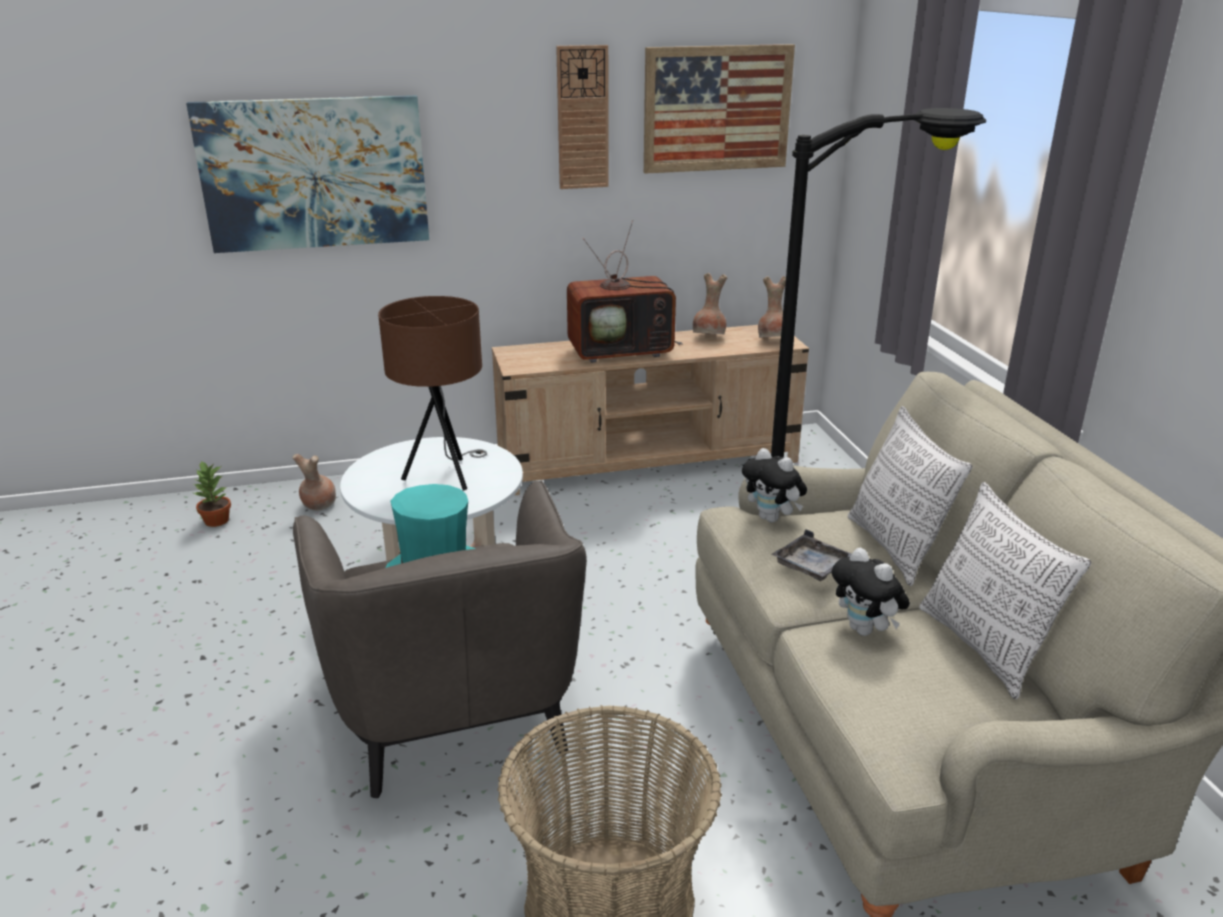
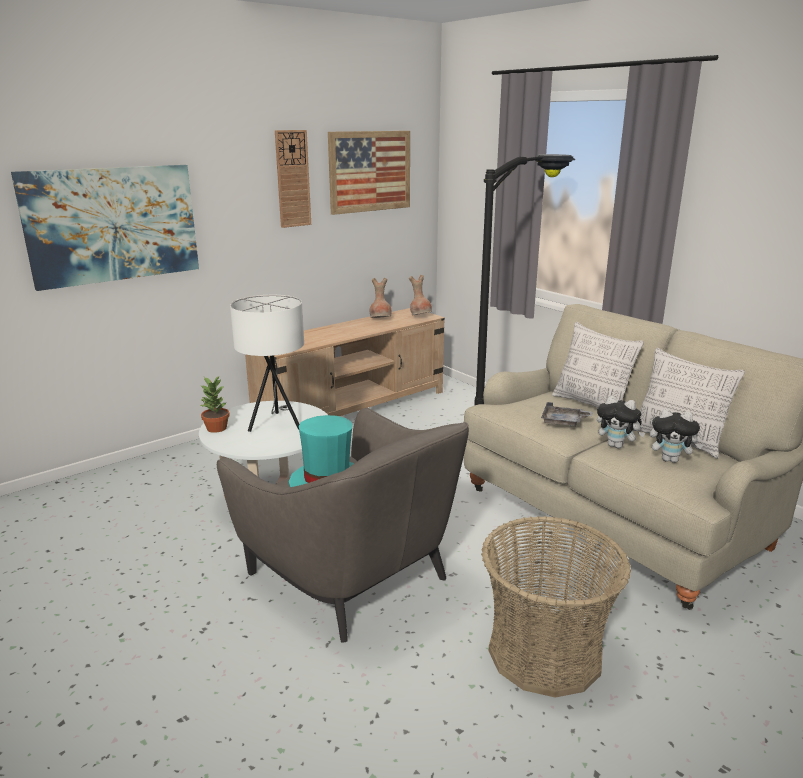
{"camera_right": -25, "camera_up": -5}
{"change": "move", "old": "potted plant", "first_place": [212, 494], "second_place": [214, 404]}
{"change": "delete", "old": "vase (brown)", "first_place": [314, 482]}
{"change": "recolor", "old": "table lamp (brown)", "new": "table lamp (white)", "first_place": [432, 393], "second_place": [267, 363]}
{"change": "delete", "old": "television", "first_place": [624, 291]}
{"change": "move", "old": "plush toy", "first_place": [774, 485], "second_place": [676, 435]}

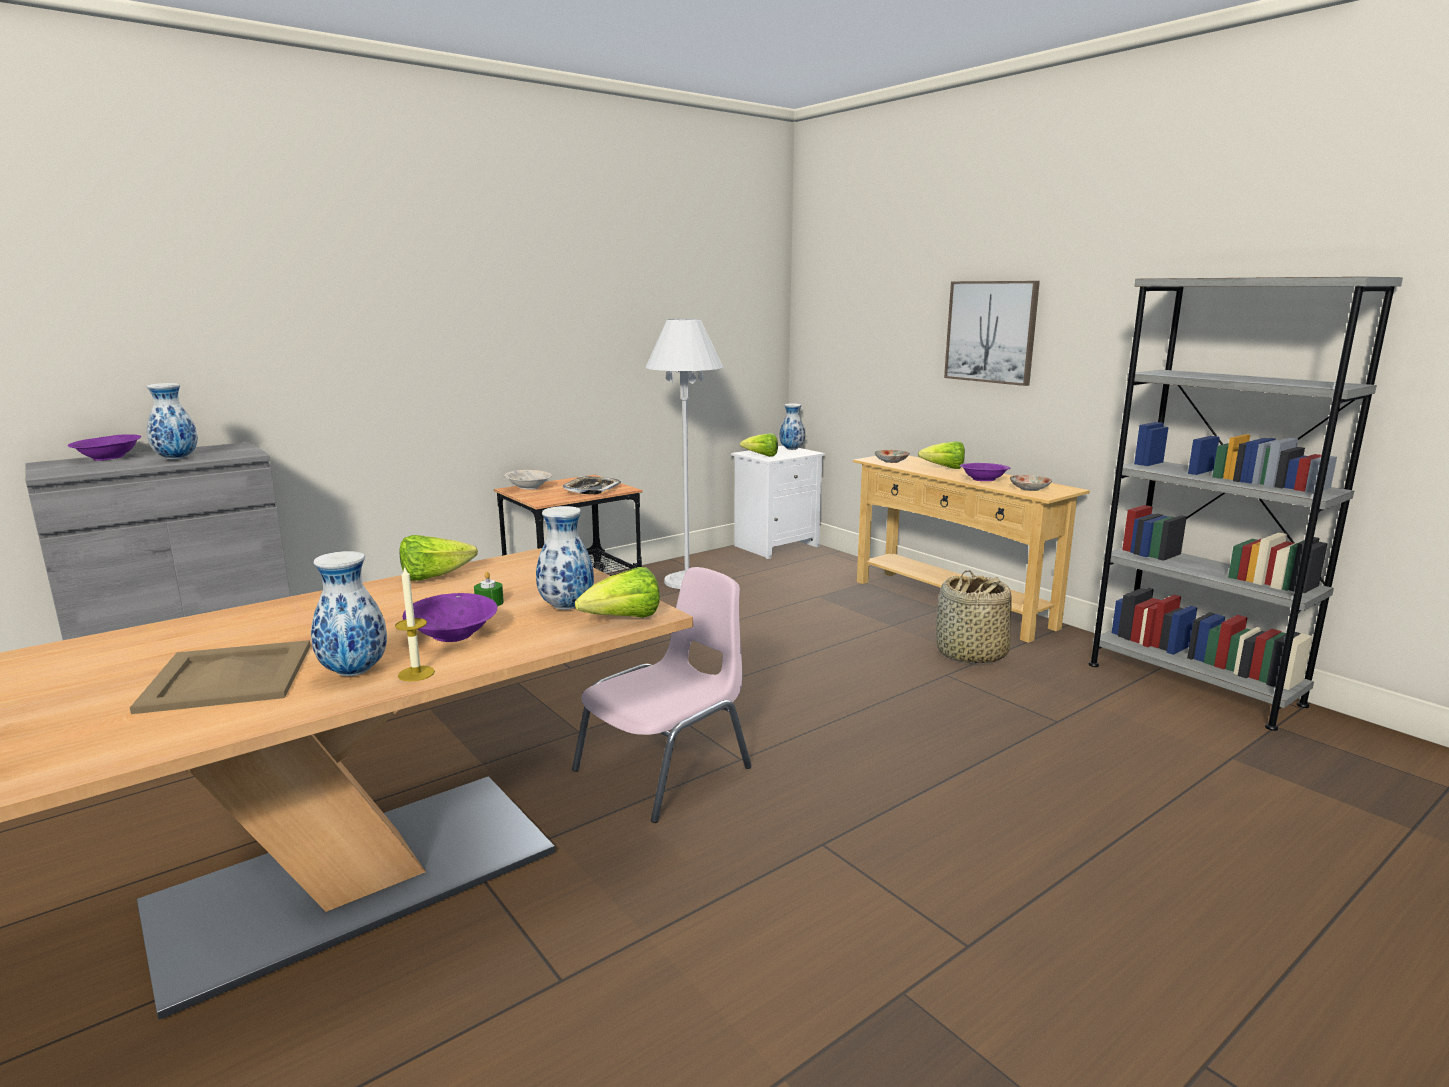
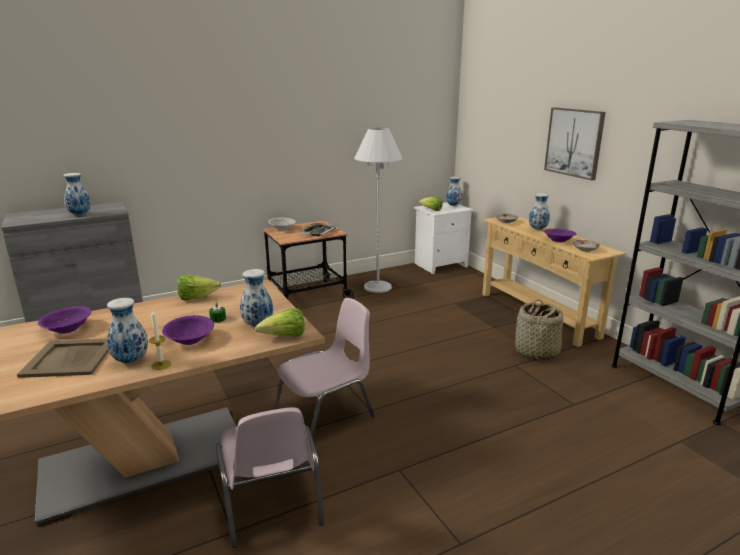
{"camera_right": 10, "camera_up": 5}
{"change": "move", "old": "bowl (purple)", "first_place": [104, 447], "second_place": [64, 320]}
{"change": "replace", "old": "lettuce", "new": "vase", "first_place": [941, 455], "second_place": [539, 211]}
{"change": "insert", "new": "chair (pink)", "second_place": [270, 478]}

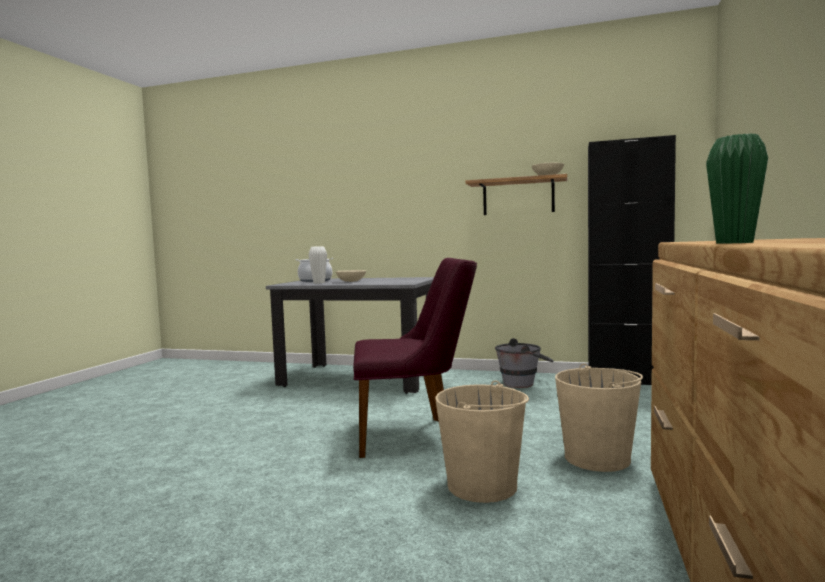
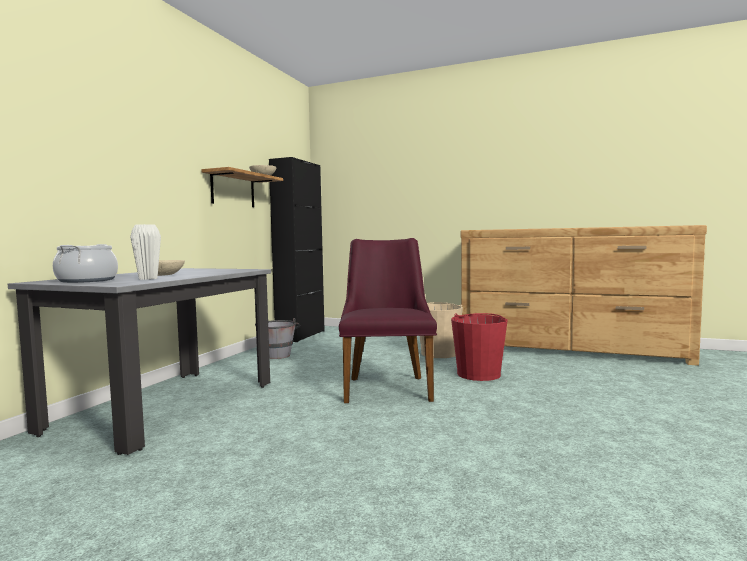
{"camera_right": -85, "camera_up": 0}
{"change": "recolor", "old": "bucket (beige)", "new": "bucket (red)", "first_place": [482, 441], "second_place": [479, 347]}
{"change": "delete", "old": "vase (green)", "first_place": [737, 188]}

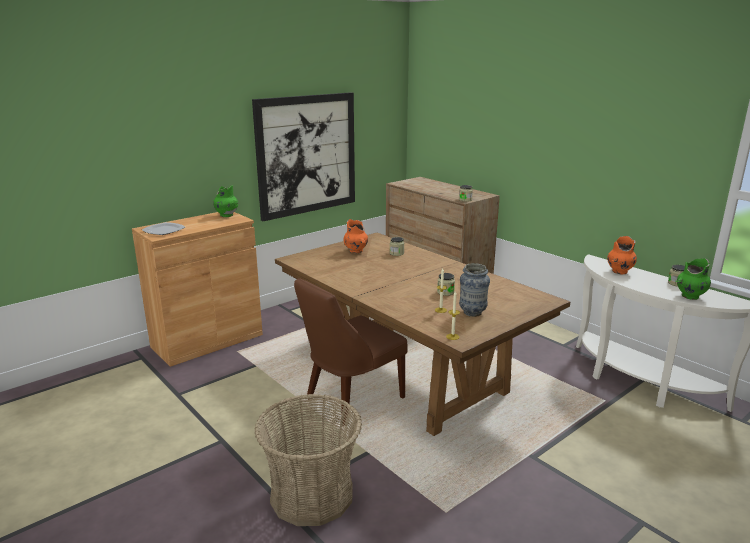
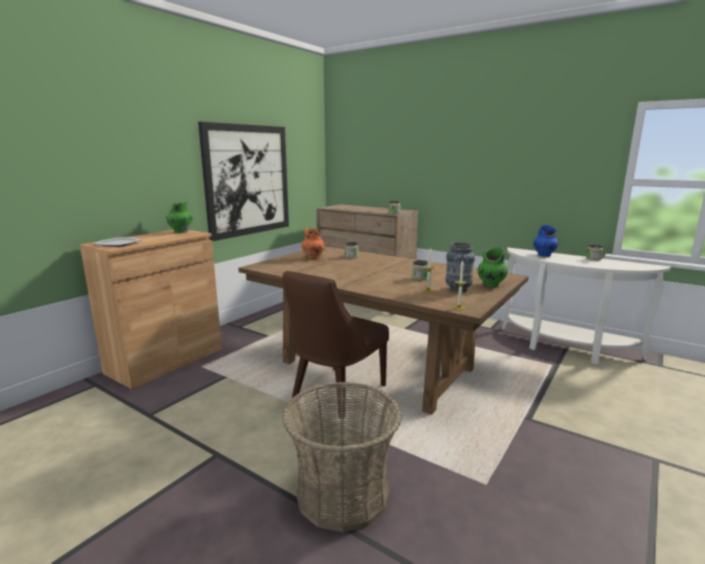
{"camera_right": -15, "camera_up": -5}
{"change": "recolor", "old": "vase (orange)", "new": "vase (blue)", "first_place": [622, 255], "second_place": [545, 241]}
{"change": "move", "old": "vase (green)", "first_place": [693, 279], "second_place": [492, 267]}

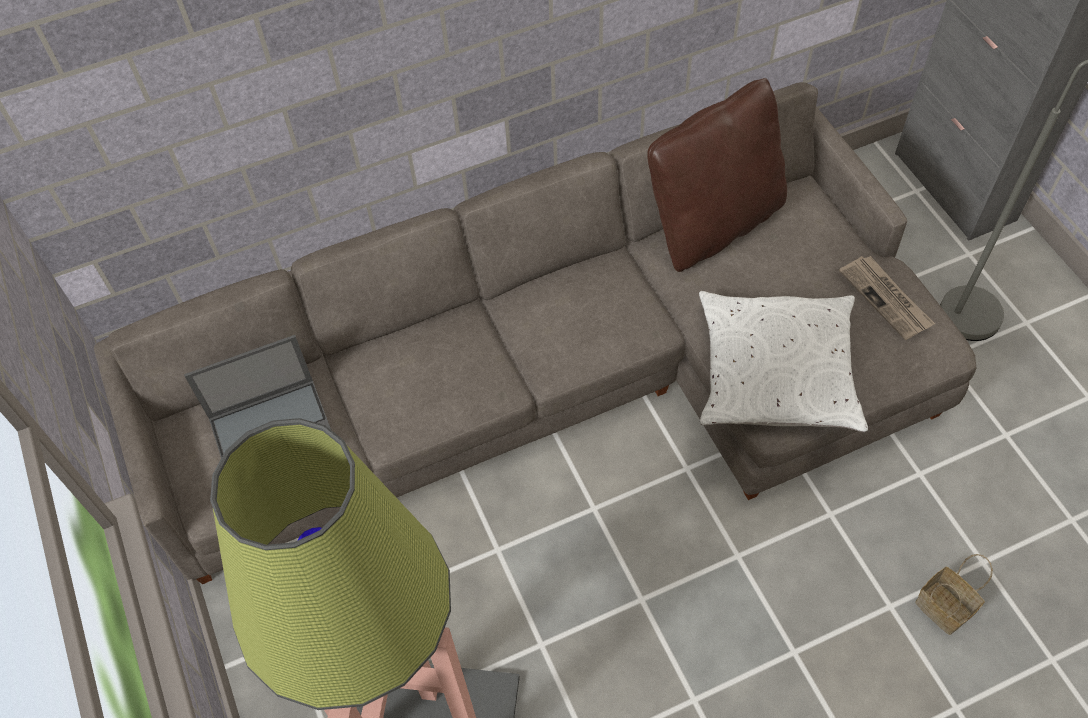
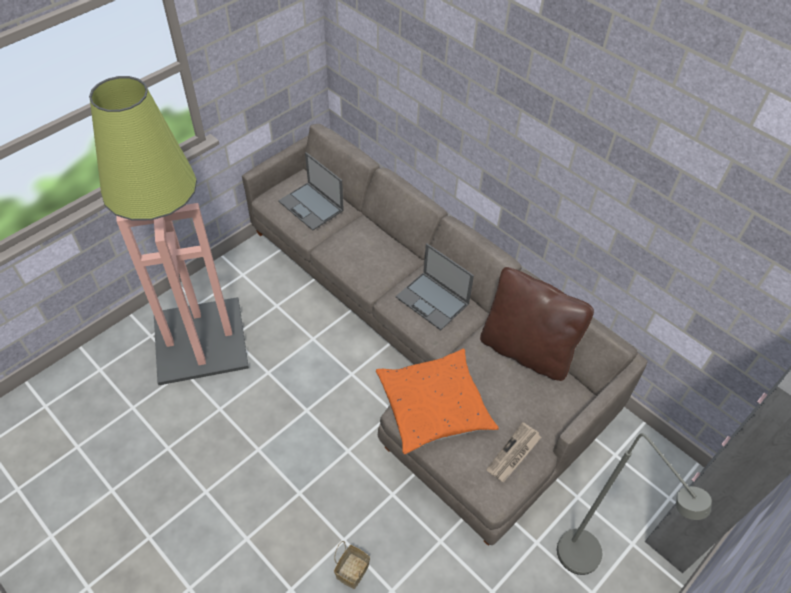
{"camera_right": 65, "camera_up": -5}
{"change": "recolor", "old": "pillow (white)", "new": "pillow (orange)", "first_place": [783, 361], "second_place": [437, 401]}
{"change": "insert", "new": "laptop", "second_place": [435, 286]}

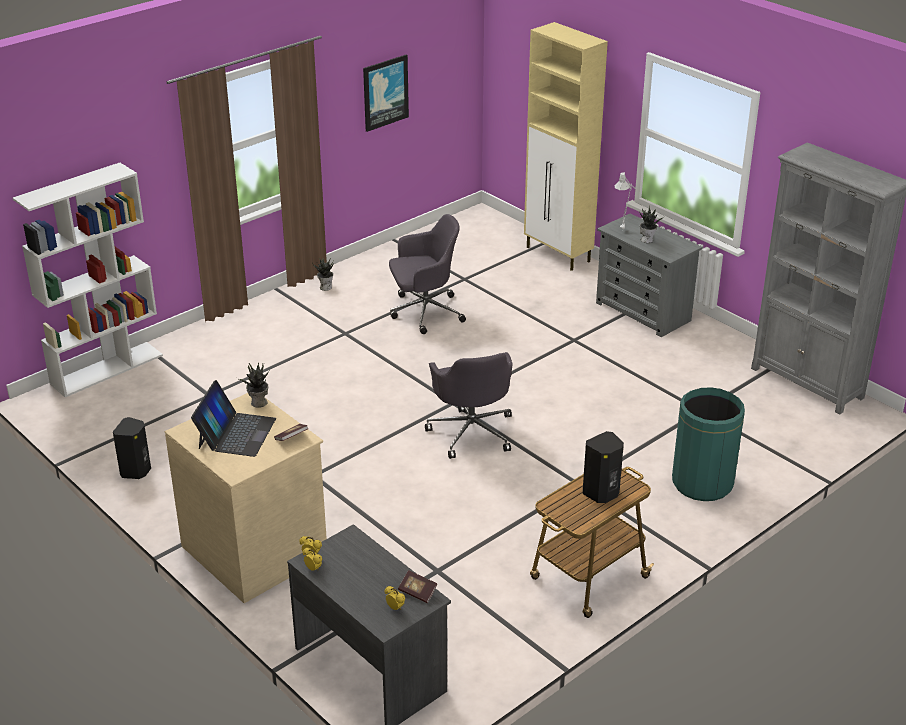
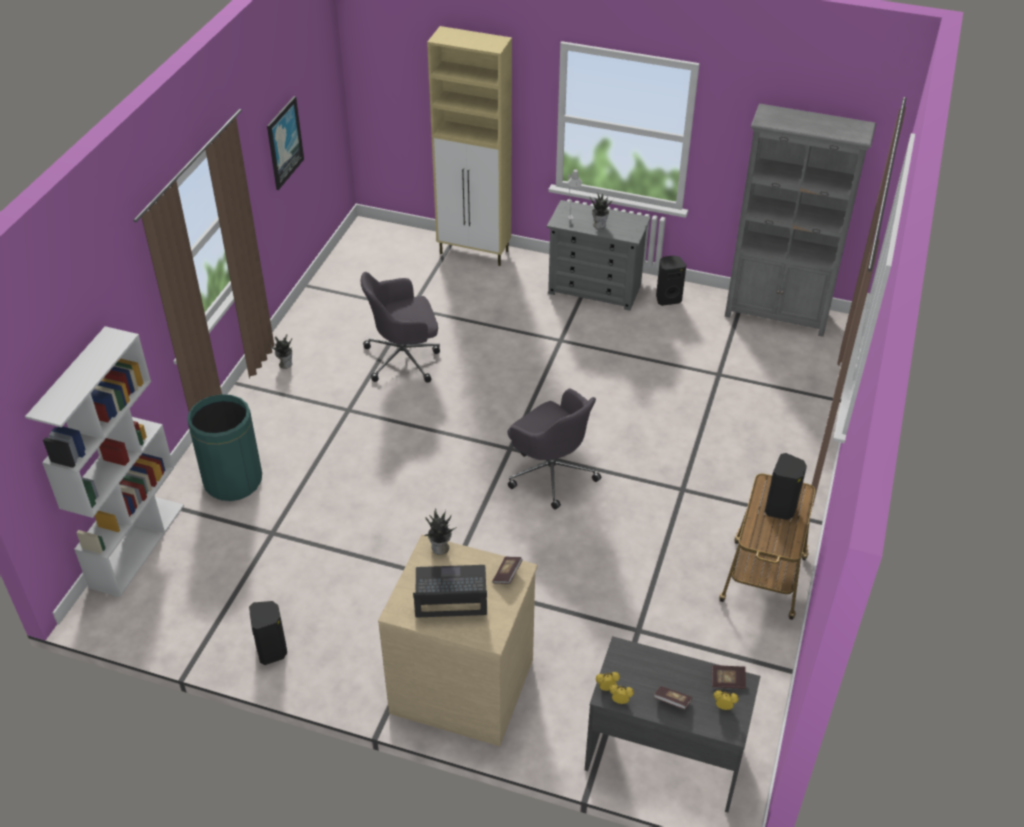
{"camera_right": -30, "camera_up": 10}
{"change": "rotate", "old": "laptop", "first_place": [233, 418], "second_place": [450, 591], "degrees": -75}
{"change": "rotate", "old": "office chair (grey)", "first_place": [427, 274], "second_place": [400, 327], "degrees": -150}
{"change": "move", "old": "trash can (green)", "first_place": [708, 444], "second_place": [224, 447]}
{"change": "insert", "new": "book", "second_place": [673, 698]}
{"change": "insert", "new": "speaker (black)", "second_place": [671, 280]}

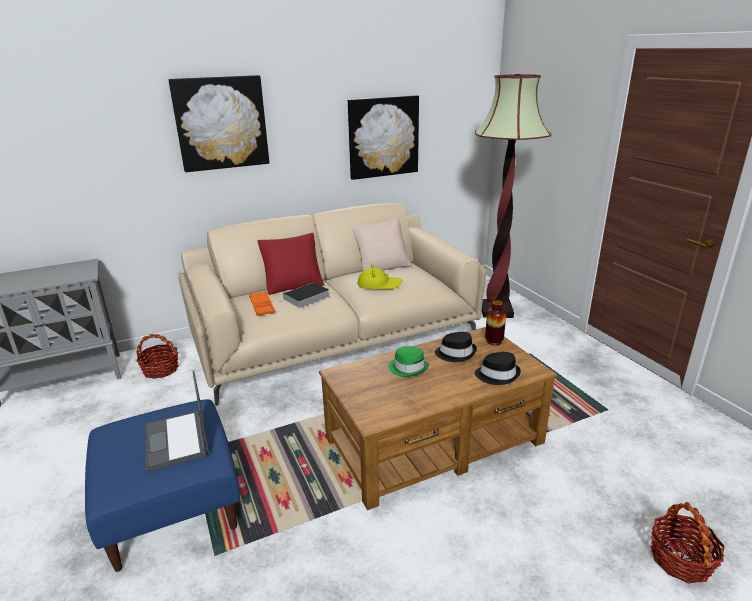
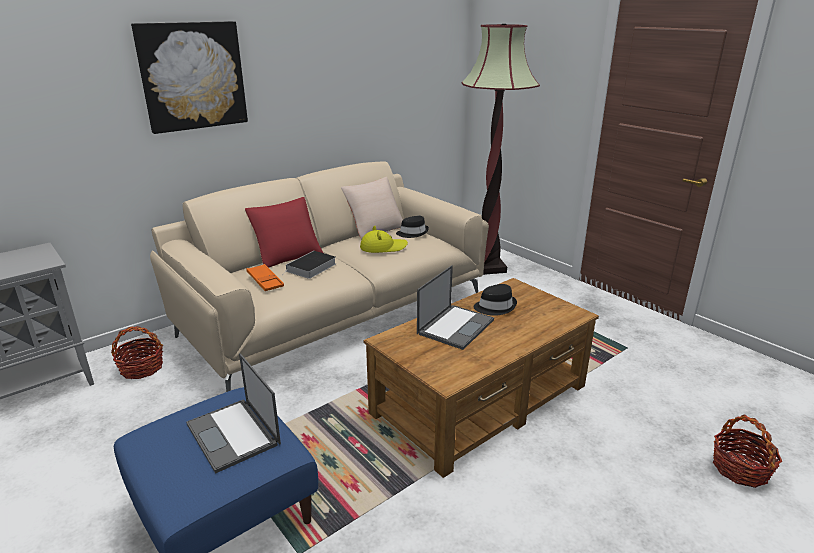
{"camera_right": -15, "camera_up": 0}
{"change": "delete", "old": "picture", "first_place": [383, 137]}
{"change": "replace", "old": "hat (green)", "new": "laptop", "first_place": [409, 361], "second_place": [455, 307]}
{"change": "move", "old": "hat (black)", "first_place": [498, 368], "second_place": [412, 227]}
{"change": "delete", "old": "vase", "first_place": [495, 322]}

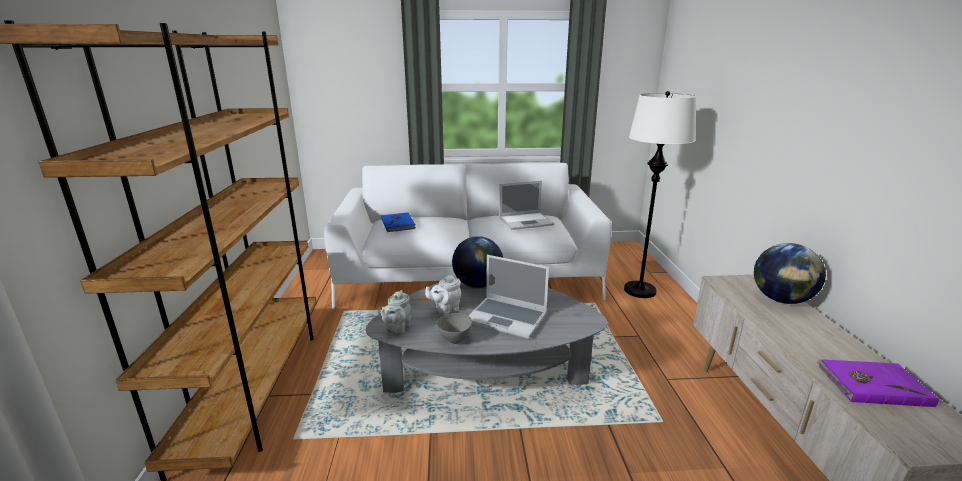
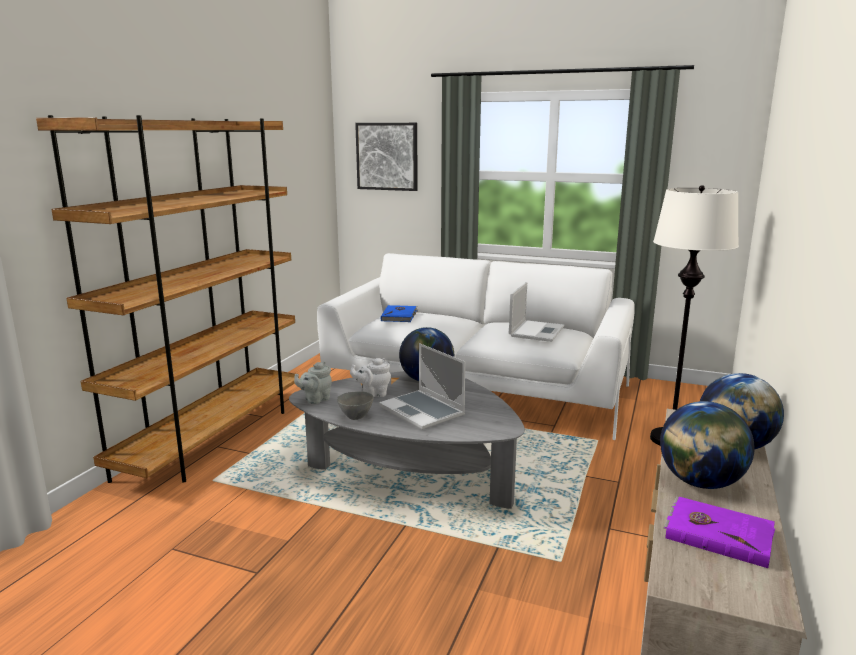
{"camera_right": 25, "camera_up": -5}
{"change": "rotate", "old": "laptop", "first_place": [526, 205], "second_place": [536, 312], "degrees": -75}
{"change": "insert", "new": "picture", "second_place": [386, 157]}
{"change": "insert", "new": "globe", "second_place": [707, 445]}

